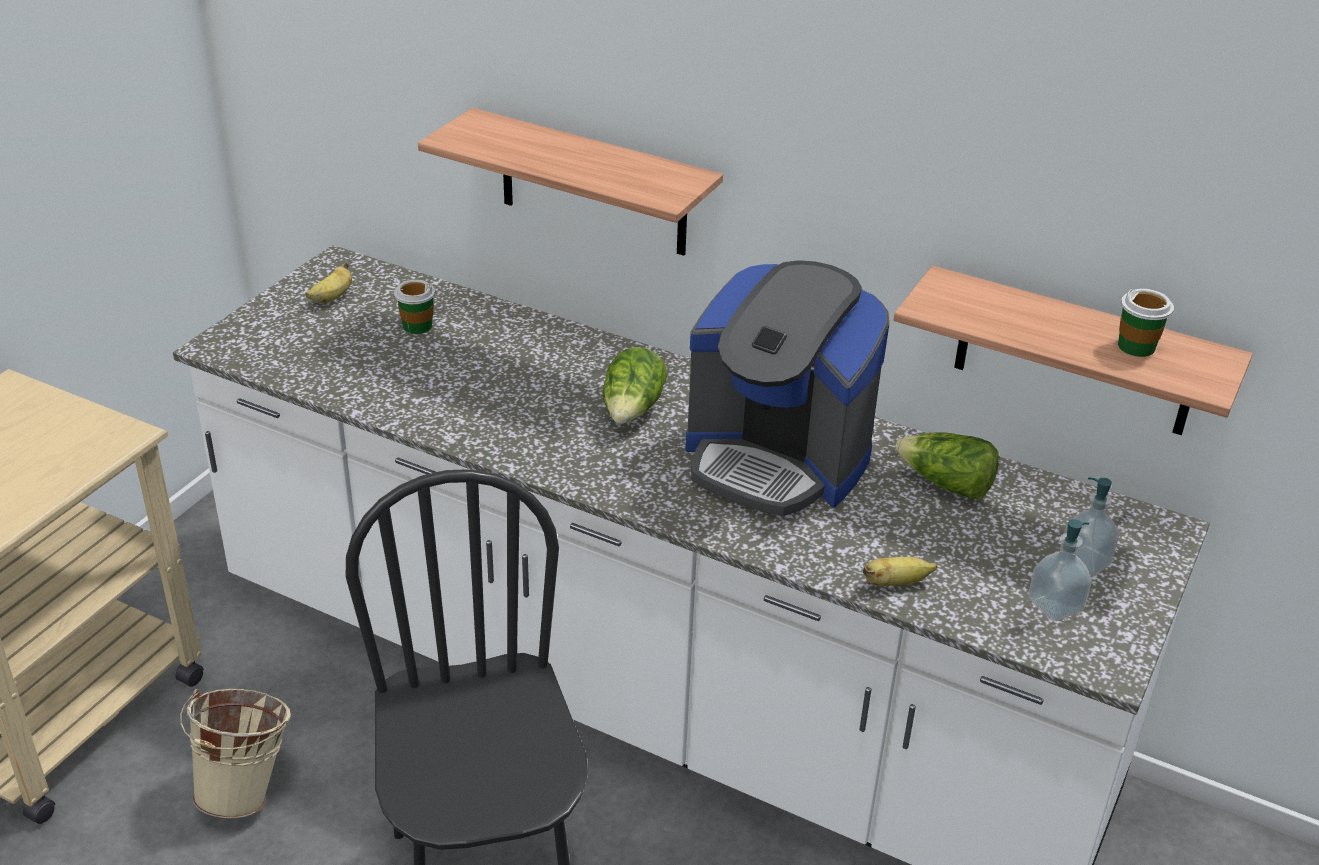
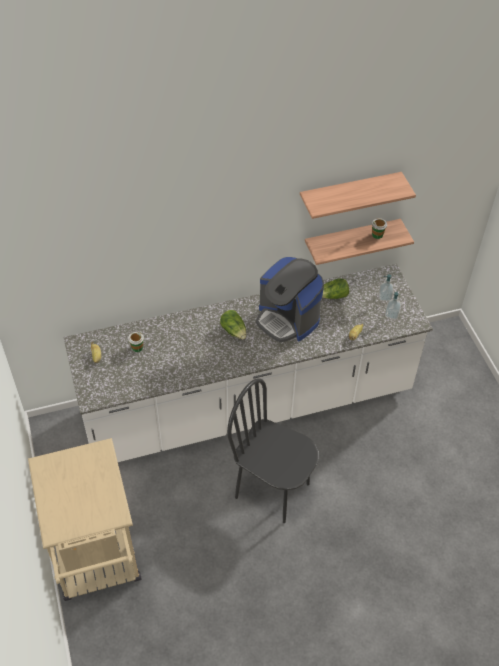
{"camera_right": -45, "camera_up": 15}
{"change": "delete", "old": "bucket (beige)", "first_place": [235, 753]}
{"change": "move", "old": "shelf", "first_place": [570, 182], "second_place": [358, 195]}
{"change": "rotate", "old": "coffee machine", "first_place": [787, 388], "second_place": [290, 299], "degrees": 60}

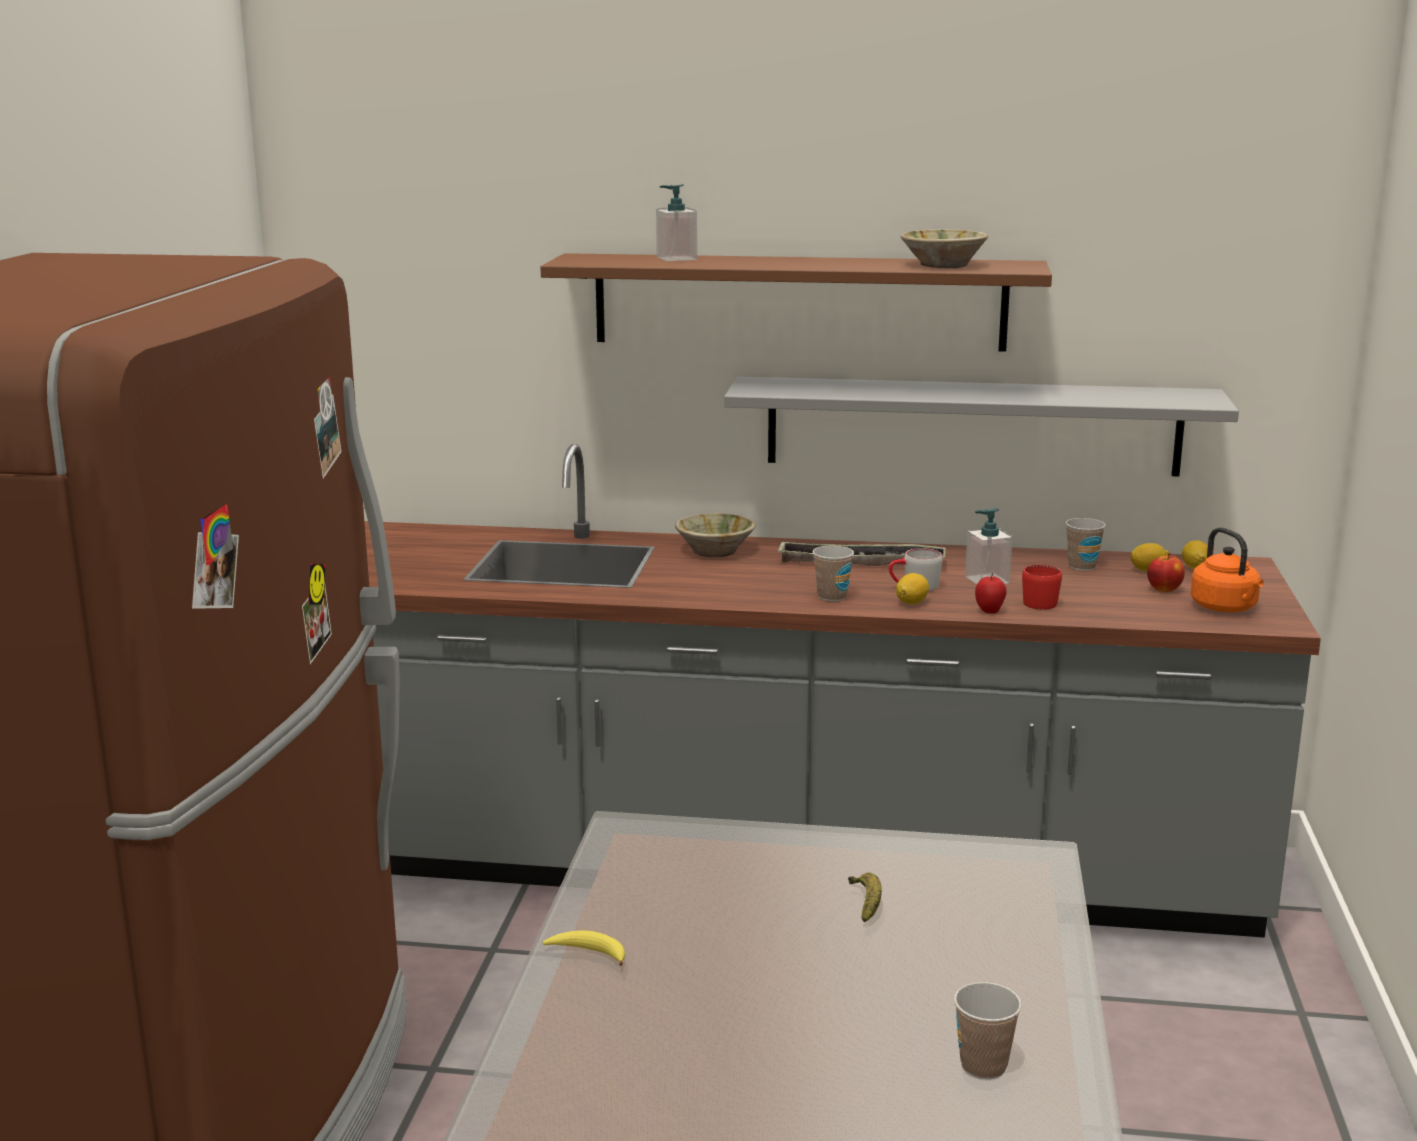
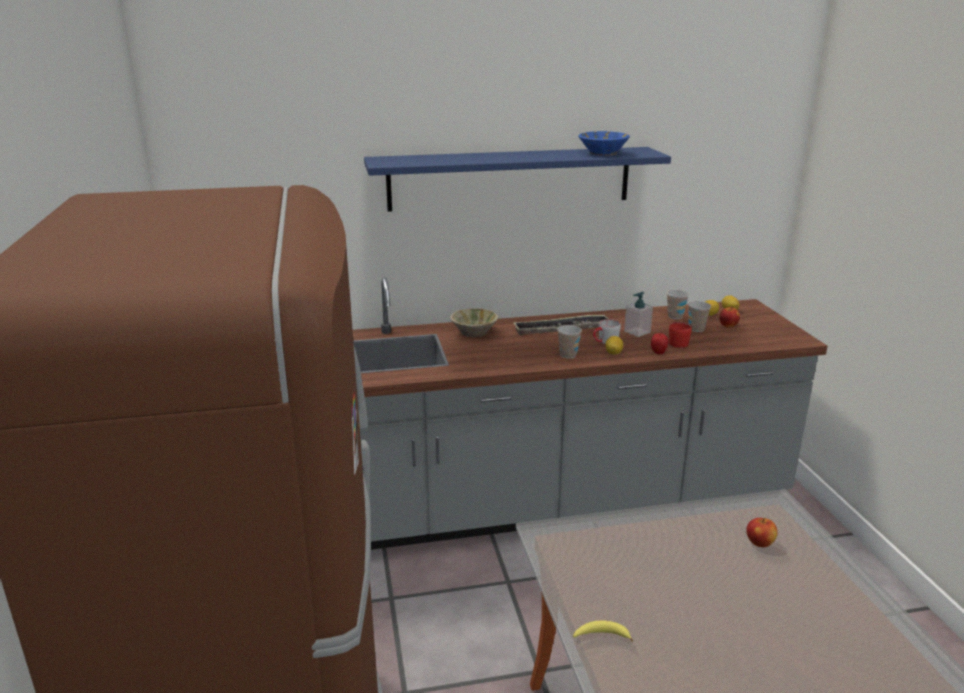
{"camera_right": -20, "camera_up": 5}
{"change": "recolor", "old": "shelf (brown)", "new": "shelf (blue)", "first_place": [796, 302], "second_place": [517, 179]}
{"change": "delete", "old": "soap dispenser", "first_place": [676, 222]}
{"change": "delete", "old": "shelf (grey)", "first_place": [981, 427]}
{"change": "delete", "old": "banana", "first_place": [865, 897]}
{"change": "recolor", "old": "bowl (beige)", "new": "bowl (blue)", "first_place": [944, 248], "second_place": [604, 143]}
{"change": "move", "old": "cup", "first_place": [988, 1031], "second_place": [699, 316]}
{"change": "delete", "old": "kettle (orange)", "first_place": [1227, 569]}
{"change": "insert", "new": "apple", "second_place": [762, 532]}

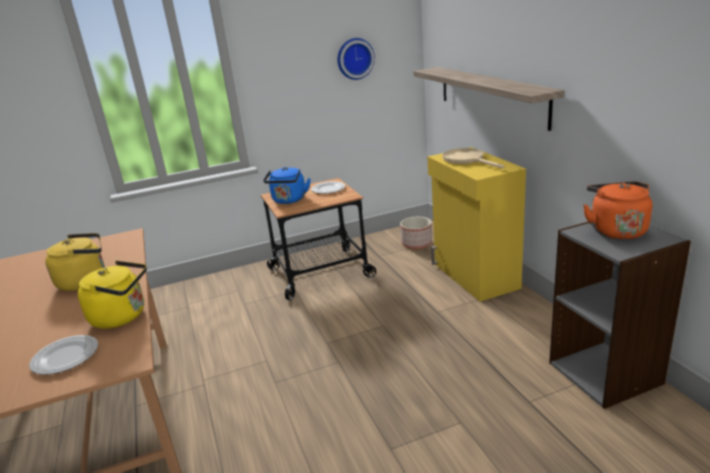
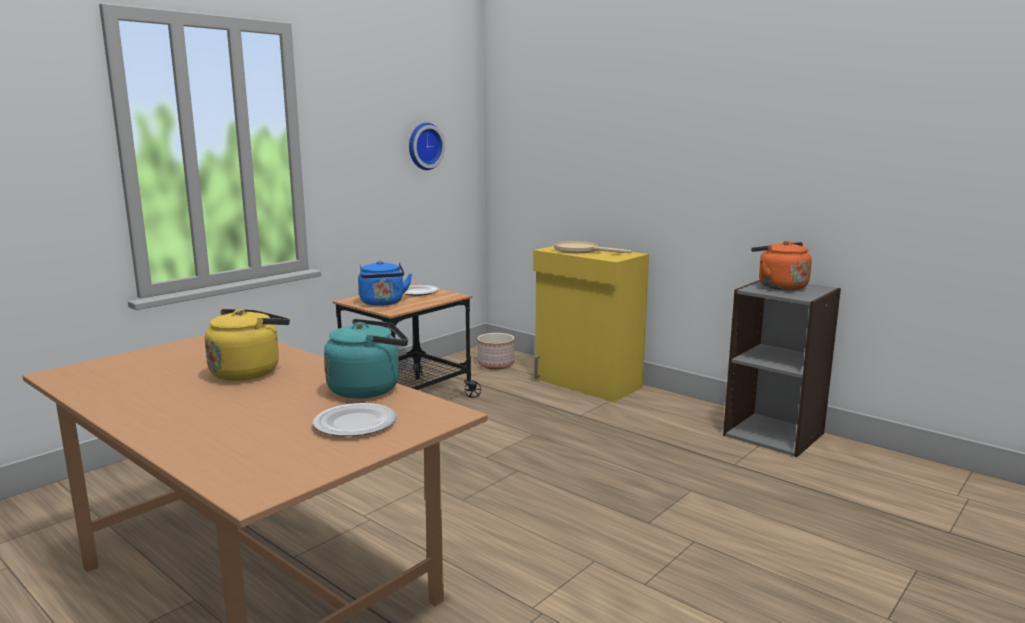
{"camera_right": -30, "camera_up": -10}
{"change": "recolor", "old": "kettle (yellow)", "new": "kettle (turquoise)", "first_place": [112, 294], "second_place": [366, 359]}
{"change": "delete", "old": "shelf", "first_place": [489, 99]}

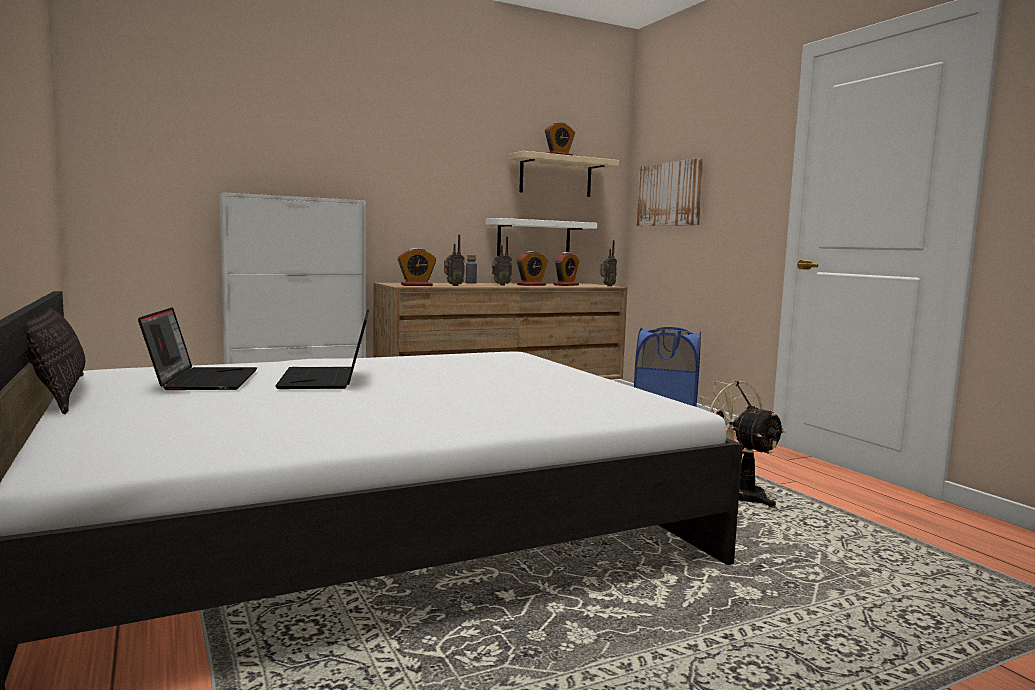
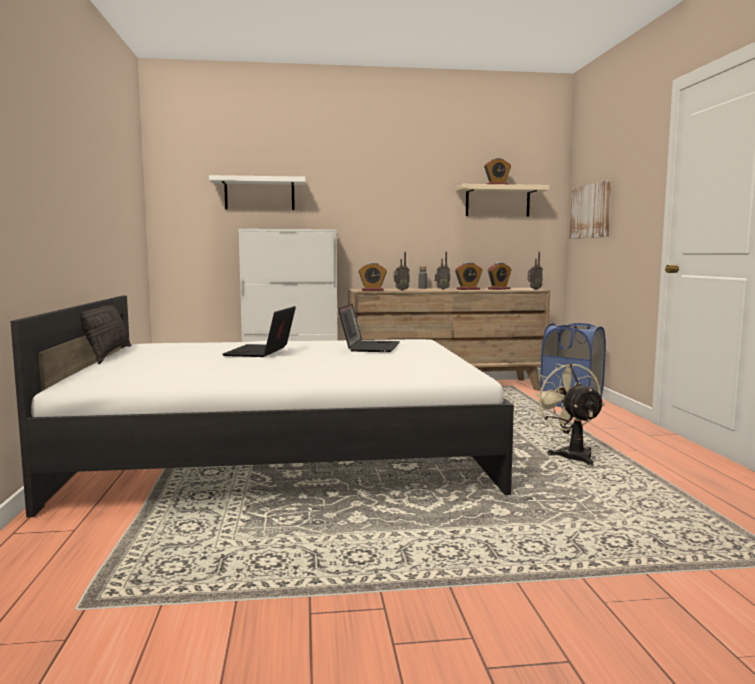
{"camera_right": 20, "camera_up": 0}
{"change": "move", "old": "laptop", "first_place": [197, 348], "second_place": [369, 328]}
{"change": "move", "old": "shelf (white)", "first_place": [541, 237], "second_place": [257, 192]}

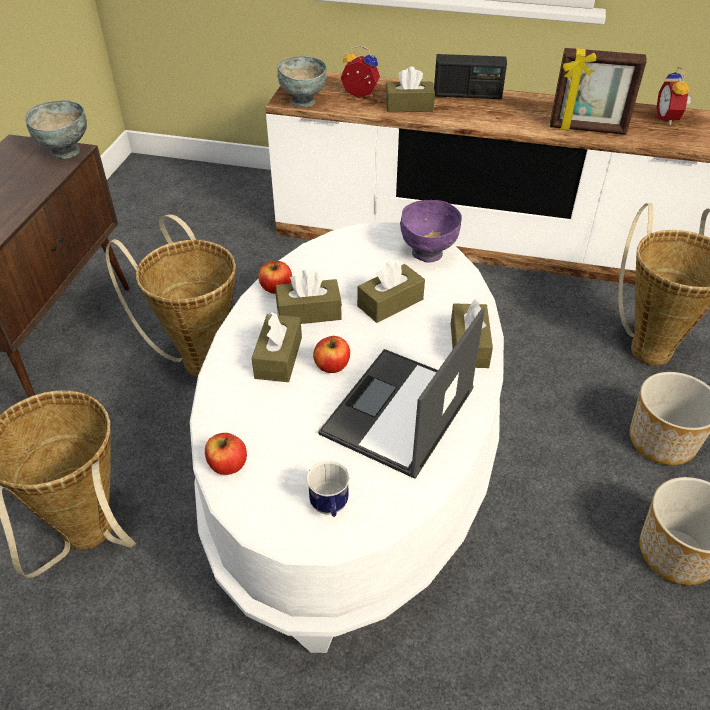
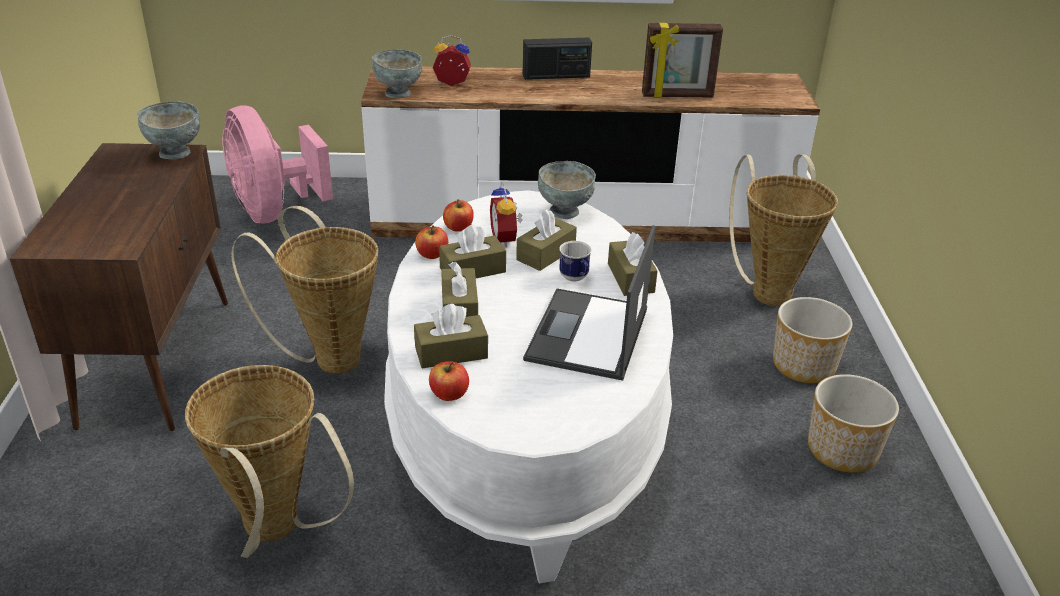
{"camera_right": -15, "camera_up": -10}
{"change": "move", "old": "mug", "first_place": [328, 489], "second_place": [575, 261]}
{"change": "move", "old": "apple", "first_place": [331, 354], "second_place": [458, 215]}
{"change": "move", "old": "tissue box (brown)", "first_place": [410, 89], "second_place": [451, 336]}
{"change": "recolor", "old": "bowl (purple)", "new": "bowl (grey)", "first_place": [431, 231], "second_place": [567, 190]}
{"change": "move", "old": "alarm clock", "first_place": [673, 96], "second_place": [506, 214]}
{"change": "insert", "new": "fan (pink)", "second_place": [277, 164]}

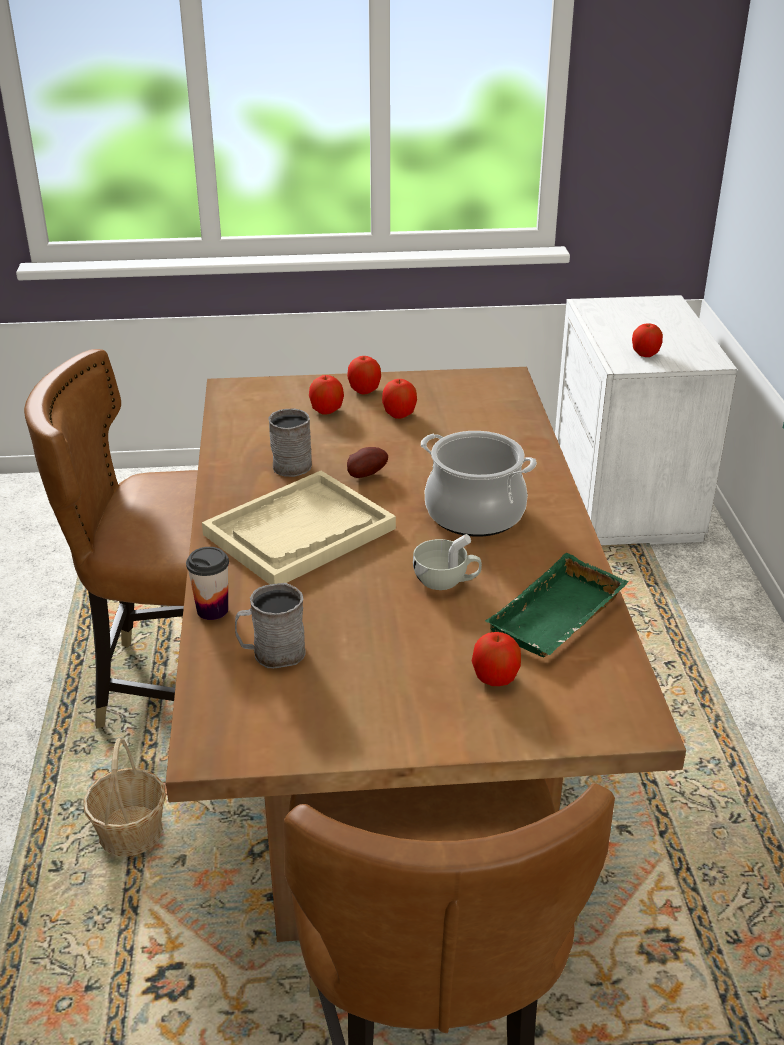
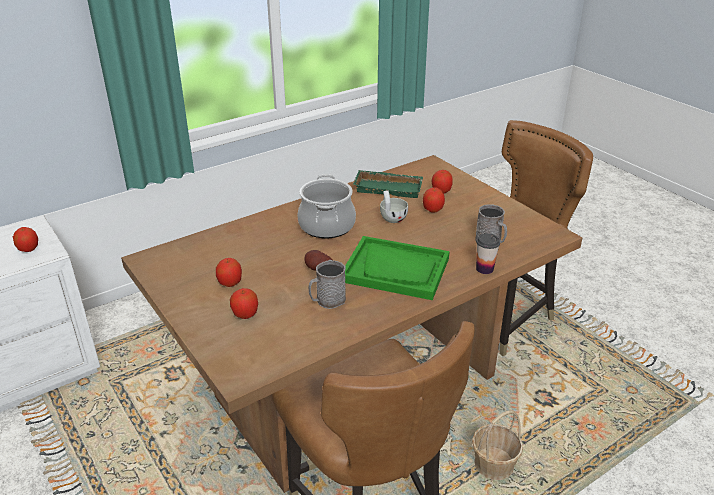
{"camera_right": -120, "camera_up": 0}
{"change": "recolor", "old": "tray (beige)", "new": "tray (green)", "first_place": [299, 527], "second_place": [397, 268]}
{"change": "move", "old": "apple", "first_place": [364, 375], "second_place": [434, 200]}

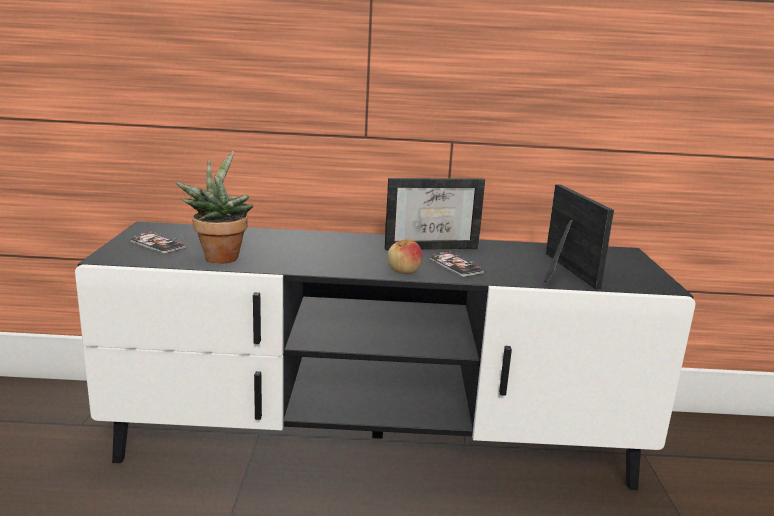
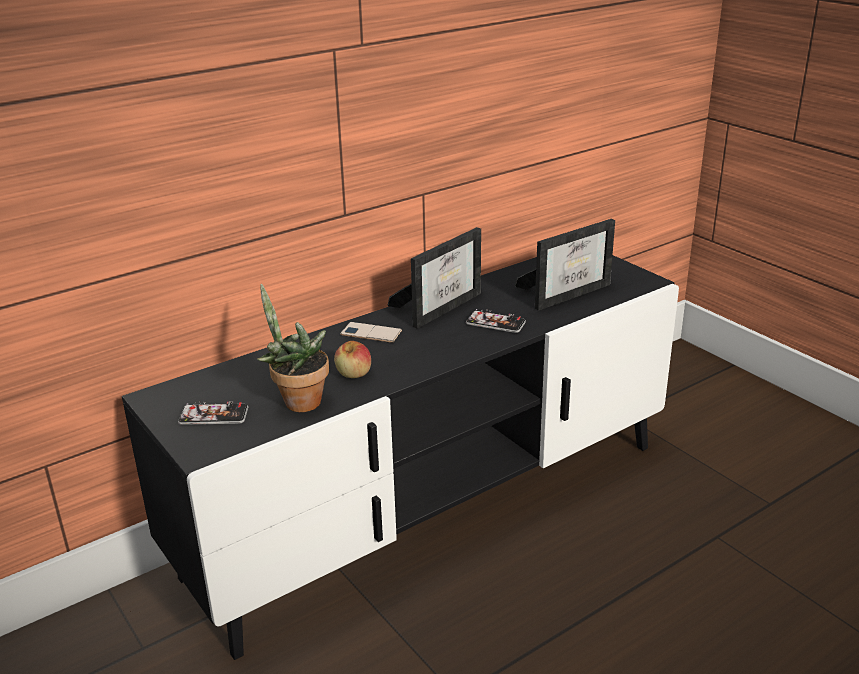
{"camera_right": -35, "camera_up": 10}
{"change": "move", "old": "apple", "first_place": [405, 256], "second_place": [352, 359]}
{"change": "rotate", "old": "picture frame", "first_place": [579, 236], "second_place": [565, 265], "degrees": 105}
{"change": "insert", "new": "phone", "second_place": [371, 332]}

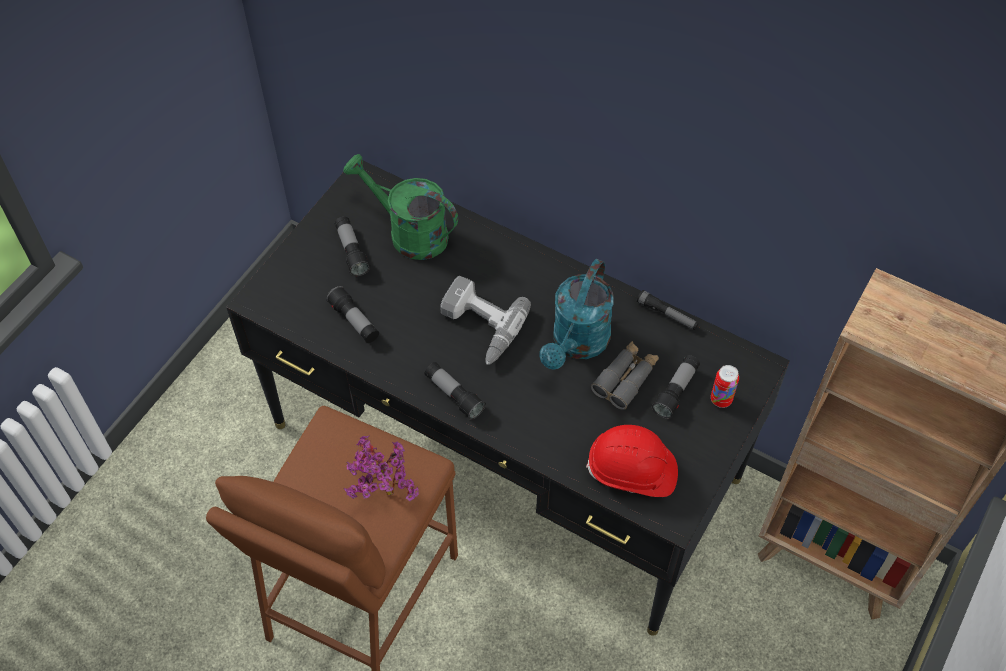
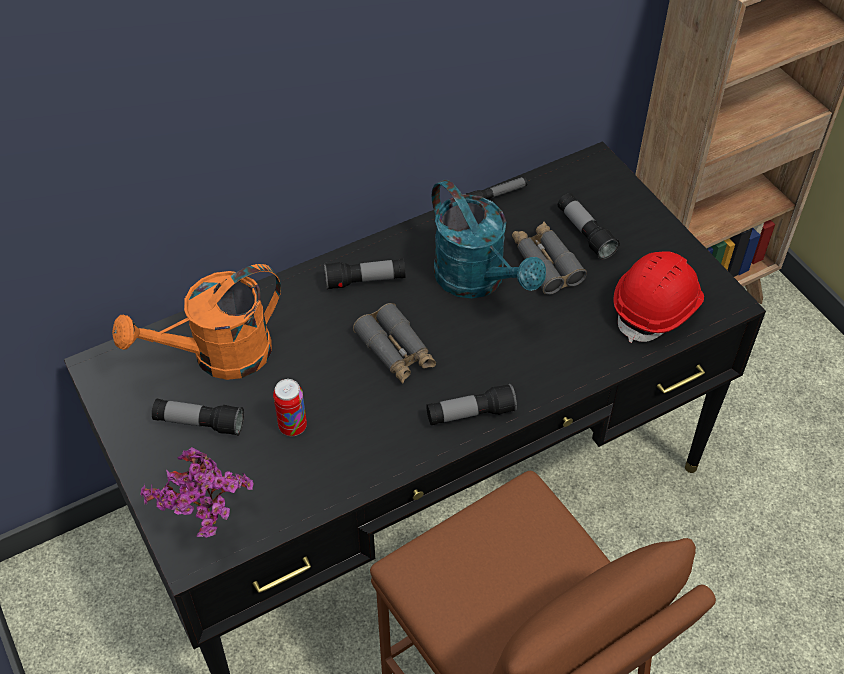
{"camera_right": -60, "camera_up": -5}
{"change": "move", "old": "flashlight", "first_place": [352, 314], "second_place": [365, 274]}
{"change": "recolor", "old": "watering can (green)", "new": "watering can (orange)", "first_place": [400, 207], "second_place": [196, 322]}
{"change": "move", "old": "potted plant", "first_place": [381, 468], "second_place": [197, 492]}
{"change": "replace", "old": "power drill", "new": "binoculars (grey)", "first_place": [485, 320], "second_place": [394, 343]}
{"change": "move", "old": "can", "first_place": [725, 386], "second_place": [290, 407]}

